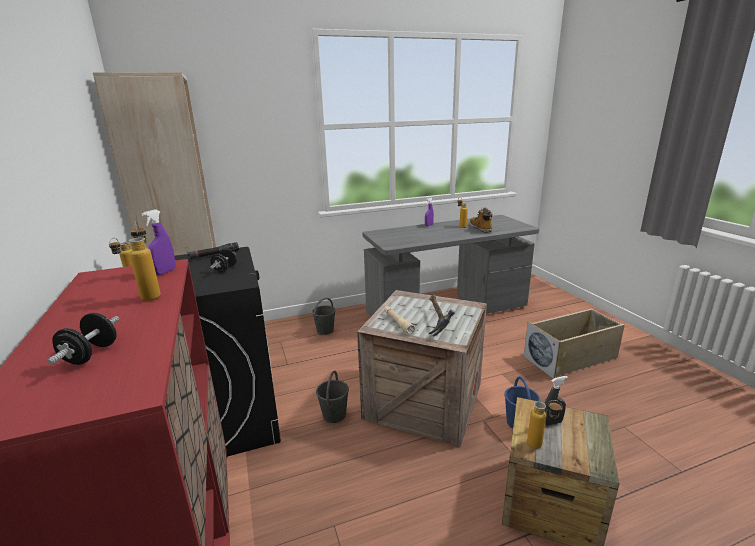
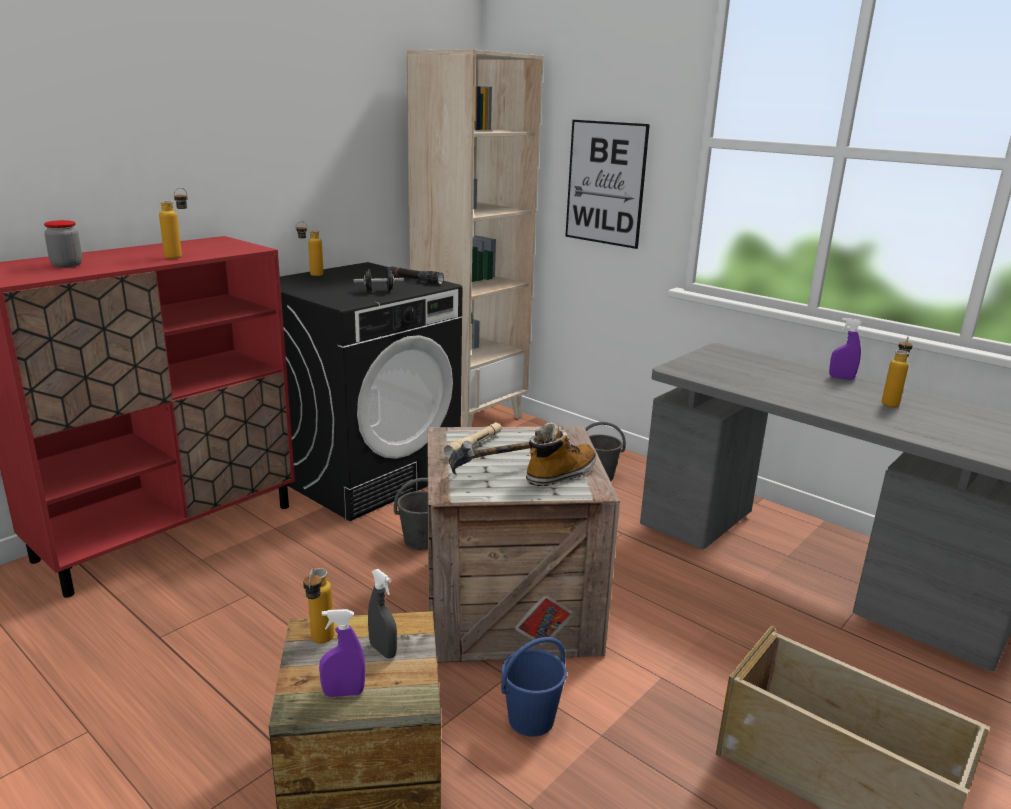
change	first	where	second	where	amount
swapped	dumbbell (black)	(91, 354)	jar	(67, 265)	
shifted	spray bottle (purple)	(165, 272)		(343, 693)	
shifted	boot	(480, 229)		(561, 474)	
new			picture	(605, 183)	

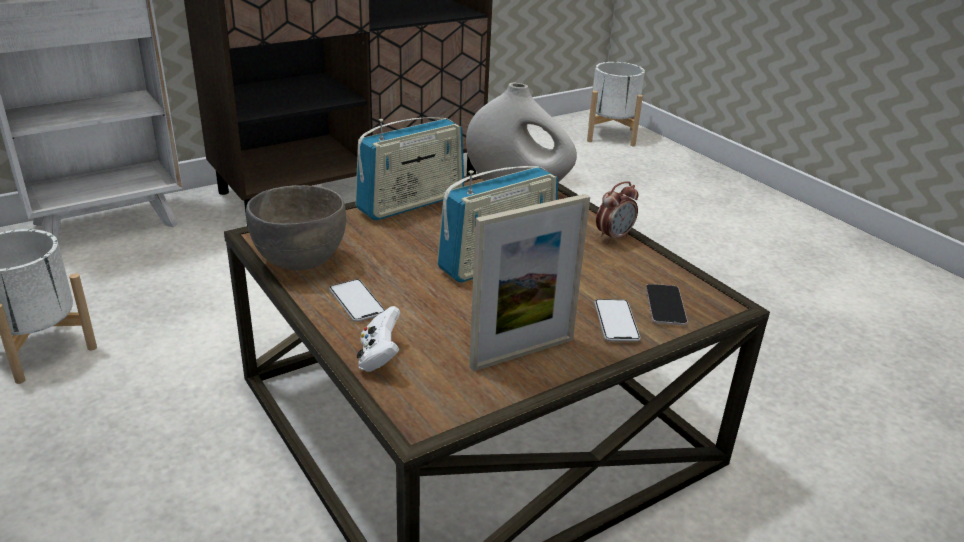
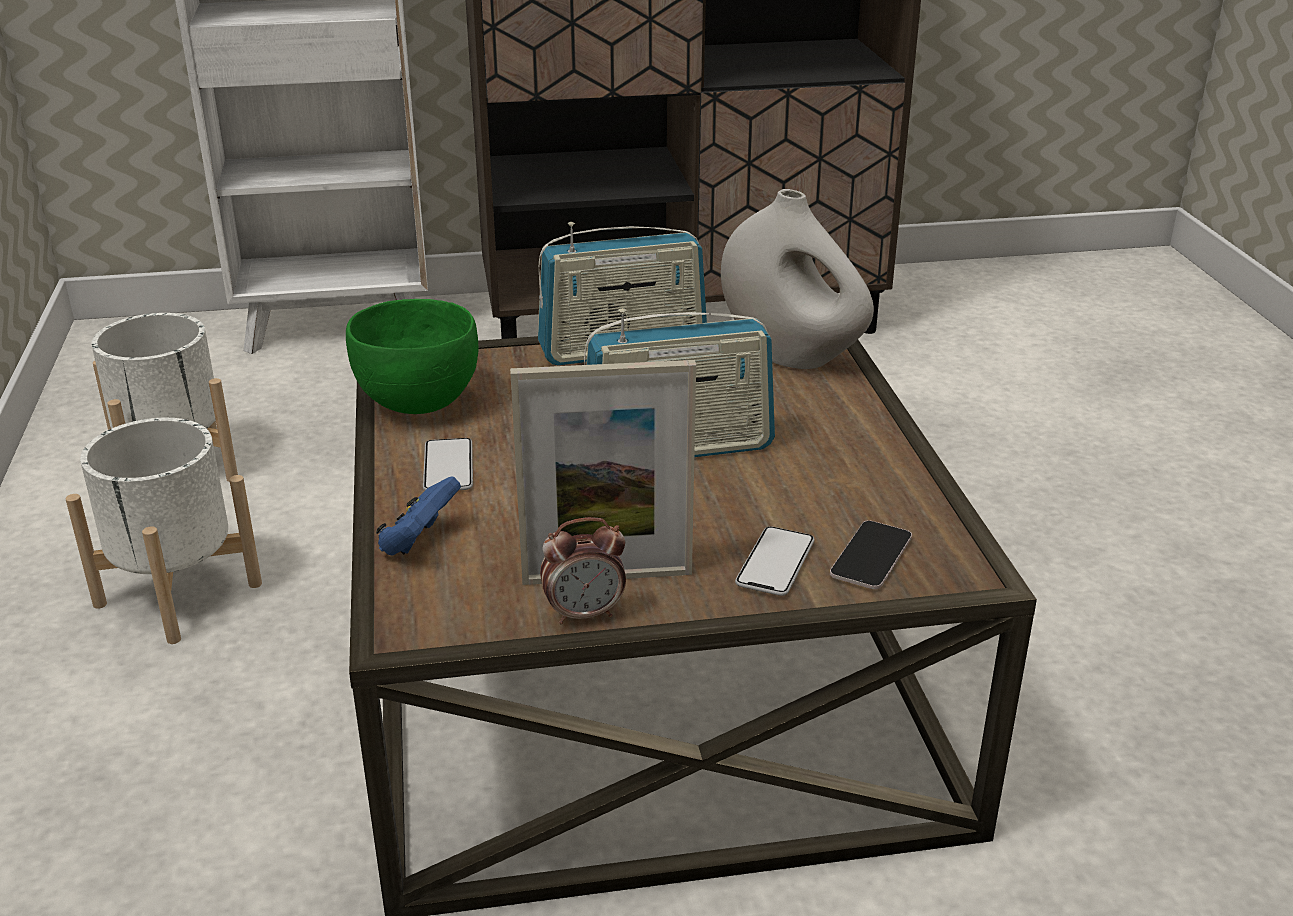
change	first	where	second	where	amount
repainted	bowl (grey)	(301, 261)	bowl (green)	(419, 403)	
repainted	game controller (white)	(379, 357)	game controller (blue)	(419, 541)	
shifted	planter (white)	(610, 135)		(178, 594)	
shifted	alarm clock	(614, 237)		(584, 614)	

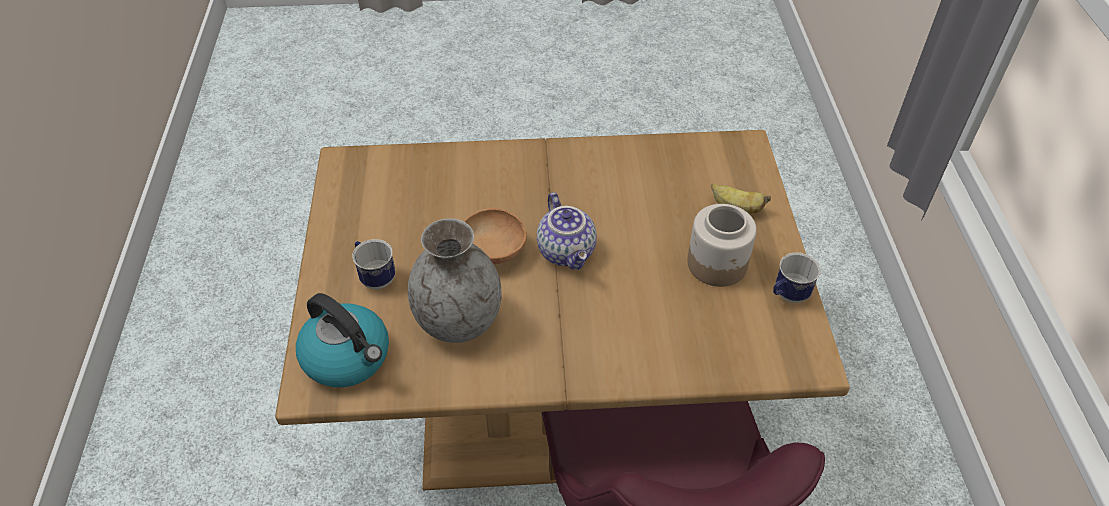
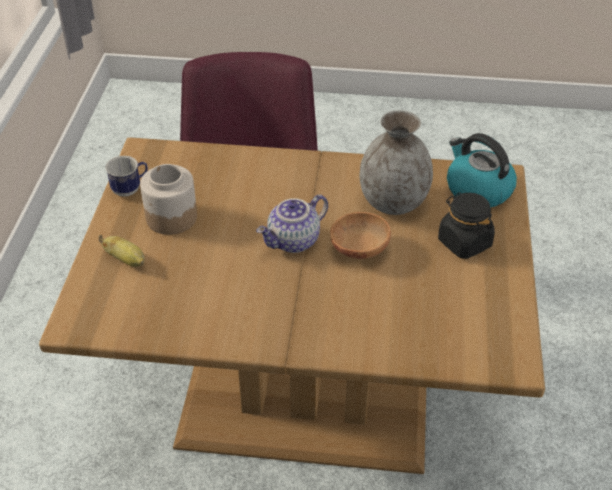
change	first	where	second	where	amount
swapped	mug	(375, 276)	jar (black)	(464, 242)	
rotated	teapot	(568, 252)		(294, 242)	120 degrees counterclockwise

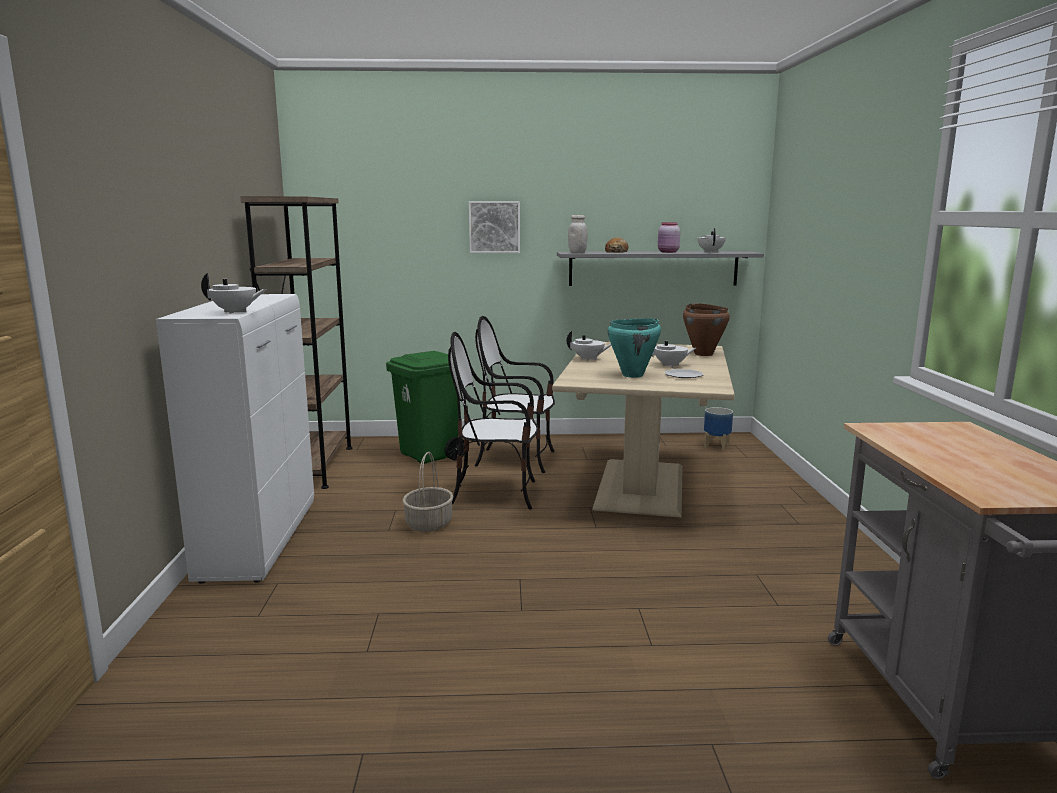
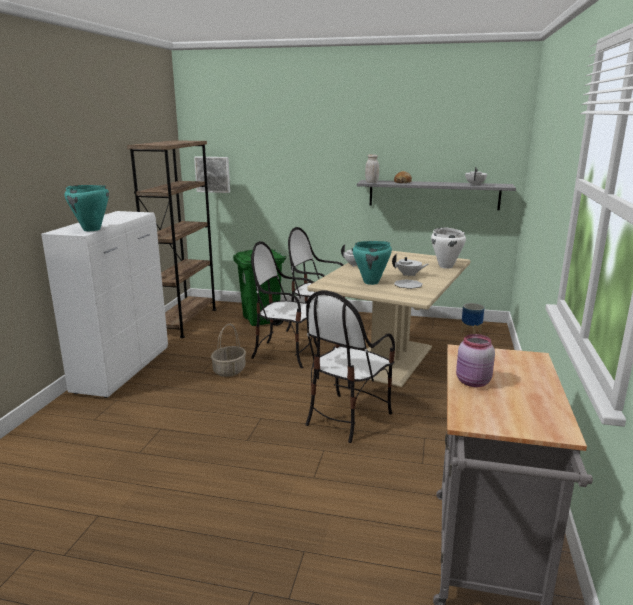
change	first	where	second	where	amount
swapped	teapot (white)	(235, 312)	cooking pot (turquoise)	(91, 229)	
shifted	picture	(494, 227)		(213, 174)	
shifted	jar (pink)	(668, 252)		(472, 382)	
repainted	cooking pot (brown)	(703, 354)	cooking pot (white)	(446, 266)	
new			chair	(347, 417)	

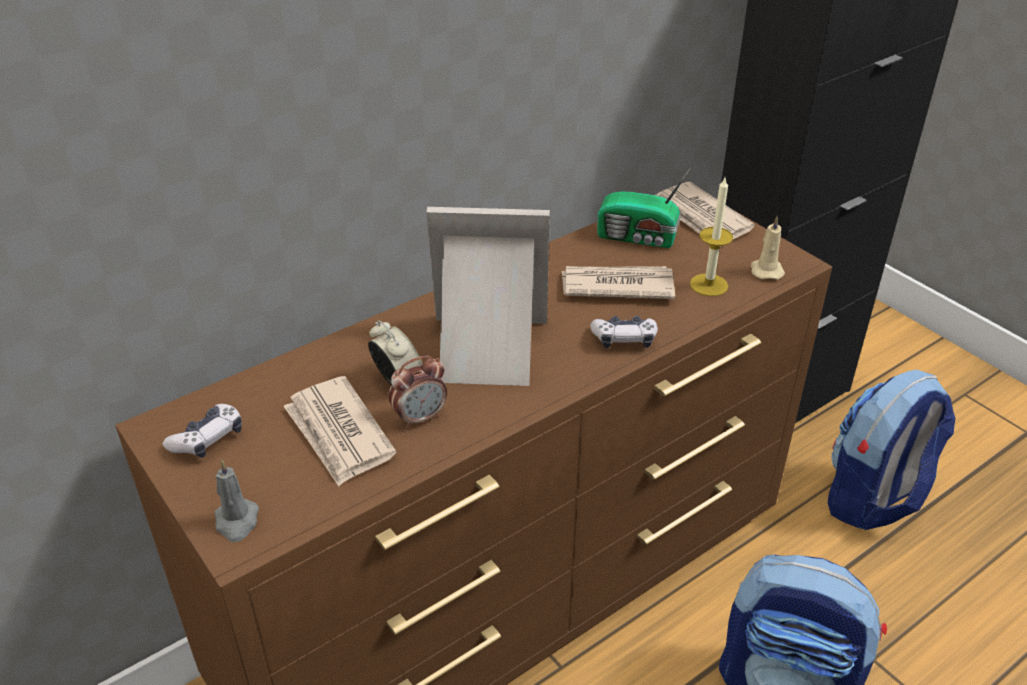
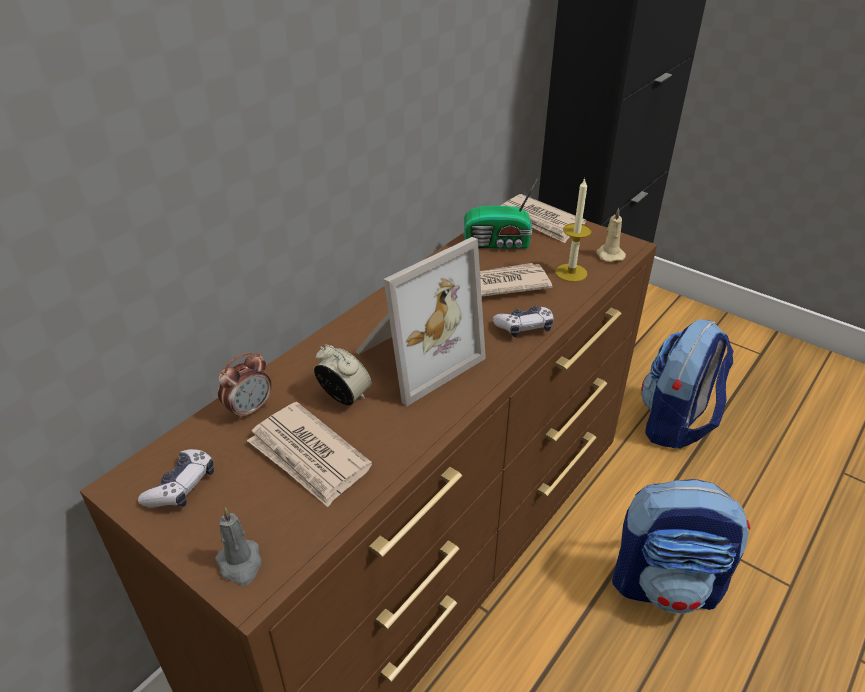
change	first	where	second	where	amount
shifted	alarm clock	(420, 417)		(249, 410)	
rotated	picture frame	(487, 351)		(414, 357)	150 degrees clockwise

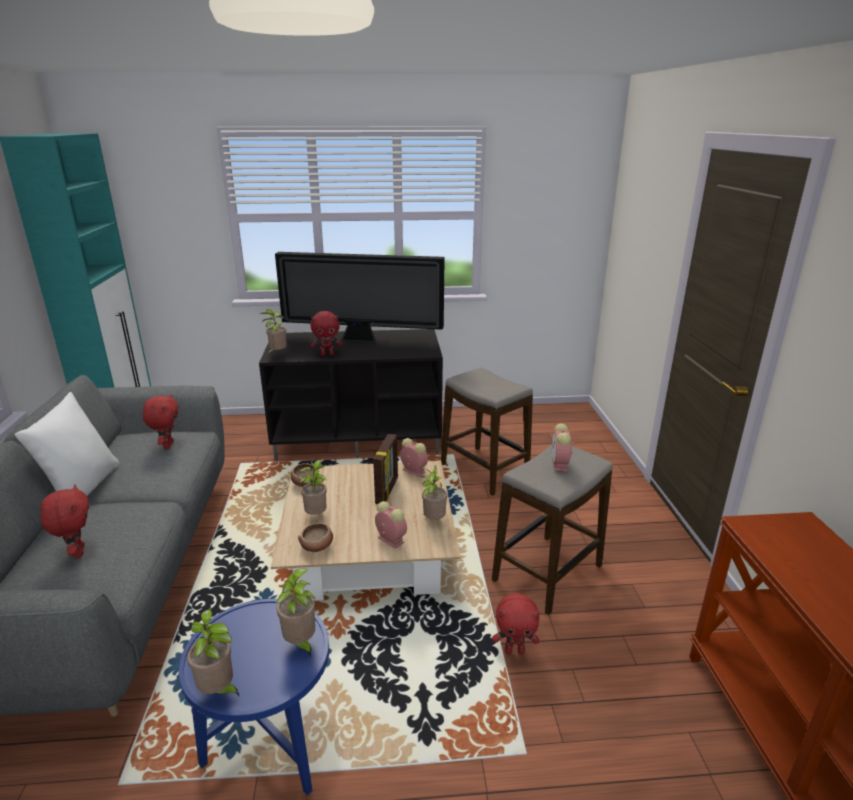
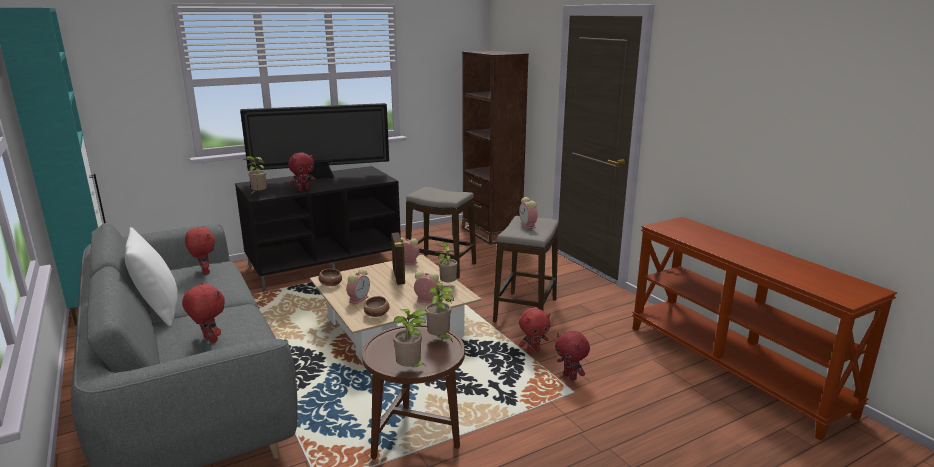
change	first	where	second	where	amount
repainted	side table (blue)	(272, 751)	side table (brown)	(416, 438)	
swapped	potted plant	(317, 515)	alarm clock	(359, 299)	
new			bookcase (brown)	(491, 233)	
new			plush toy (red)	(570, 377)	

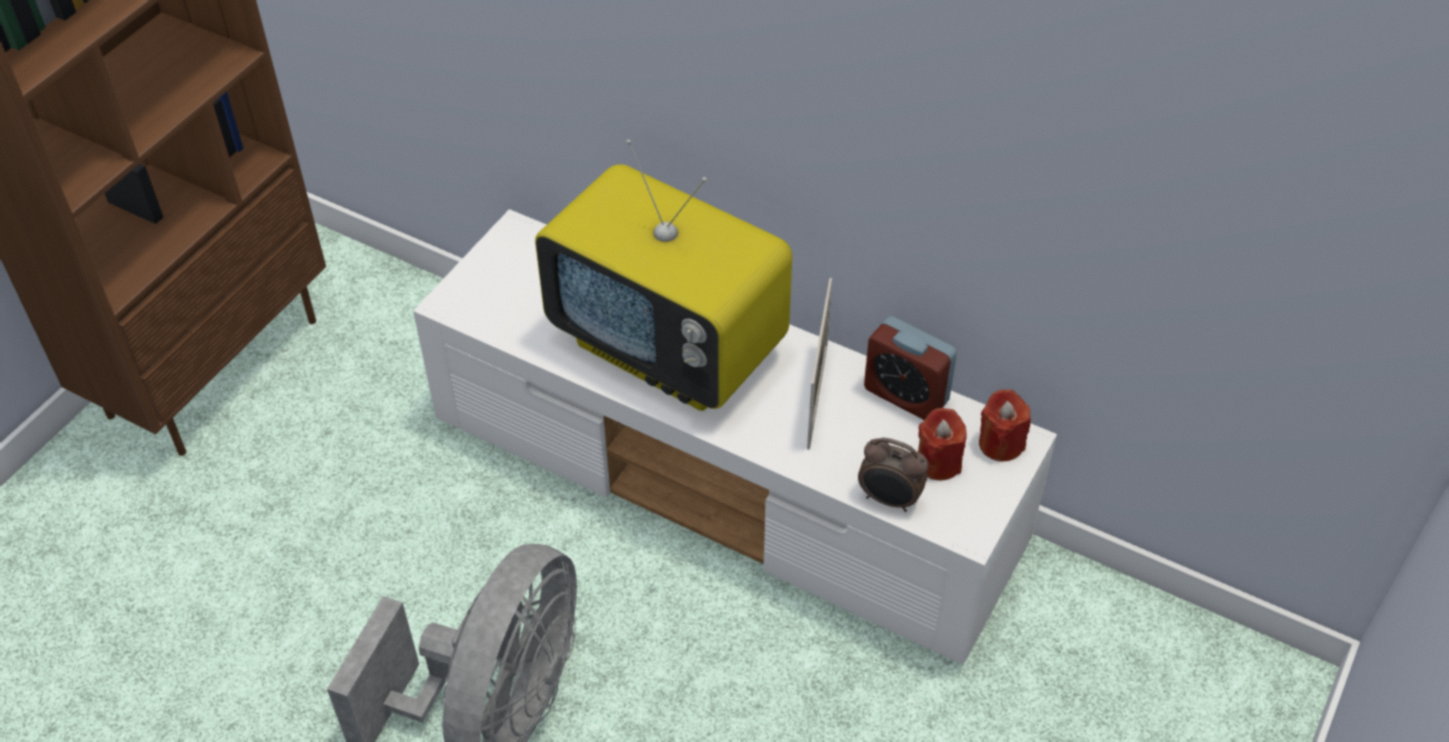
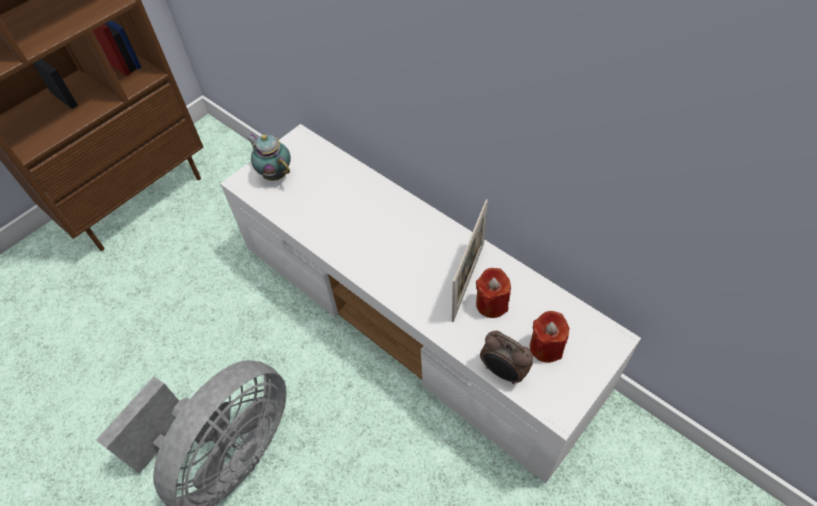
change	first	where	second	where	amount
gone	television	(671, 348)			
gone	alarm clock	(906, 395)			
shifted	candle (red)	(1000, 444)		(491, 304)	
new			teapot	(275, 173)	

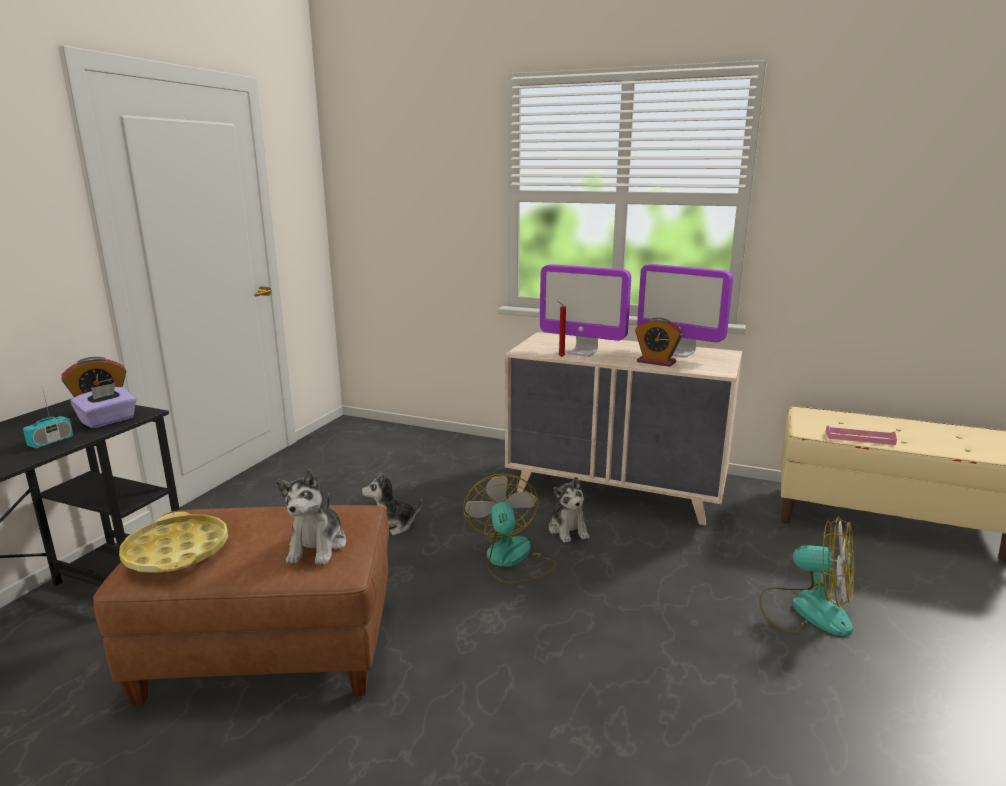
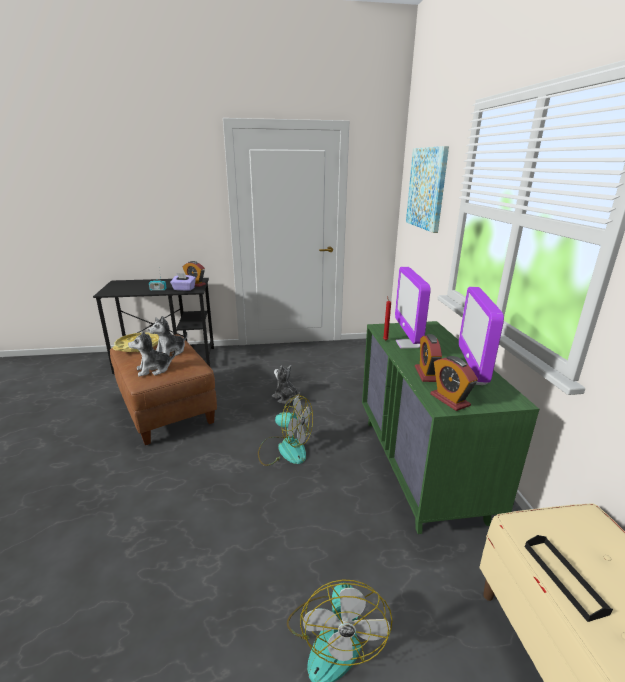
change	first	where	second	where	amount
rotated	fan	(511, 560)		(285, 449)	60 degrees clockwise
repainted	dresser (beige)	(617, 490)	dresser (green)	(420, 467)	
shifted	plush toy	(568, 530)		(170, 352)	
repainted	tray (pink)	(859, 438)	tray (black)	(563, 578)	
new			picture	(427, 188)	
new			alarm clock	(449, 400)	

